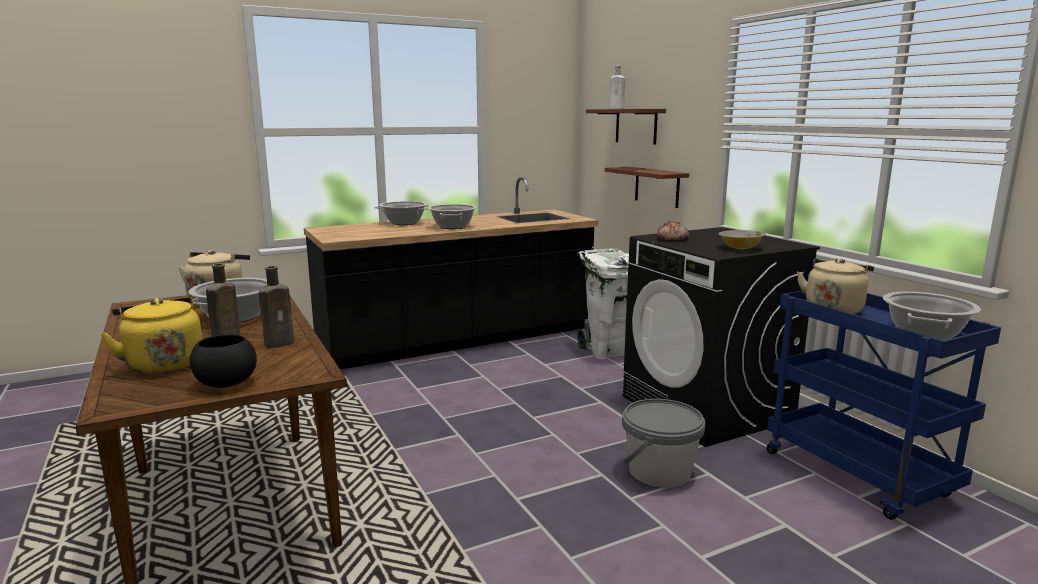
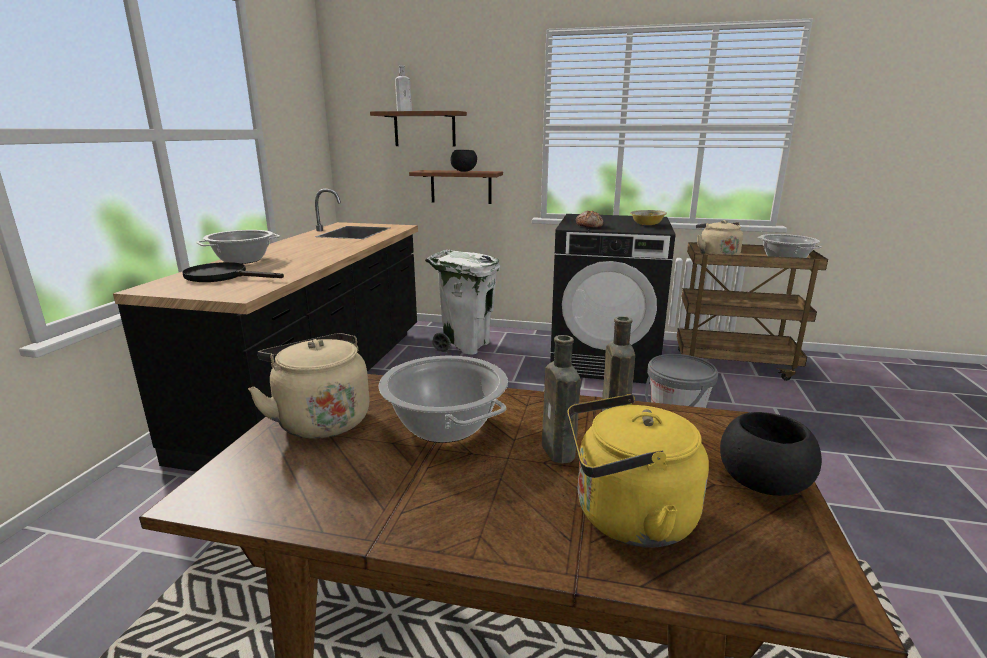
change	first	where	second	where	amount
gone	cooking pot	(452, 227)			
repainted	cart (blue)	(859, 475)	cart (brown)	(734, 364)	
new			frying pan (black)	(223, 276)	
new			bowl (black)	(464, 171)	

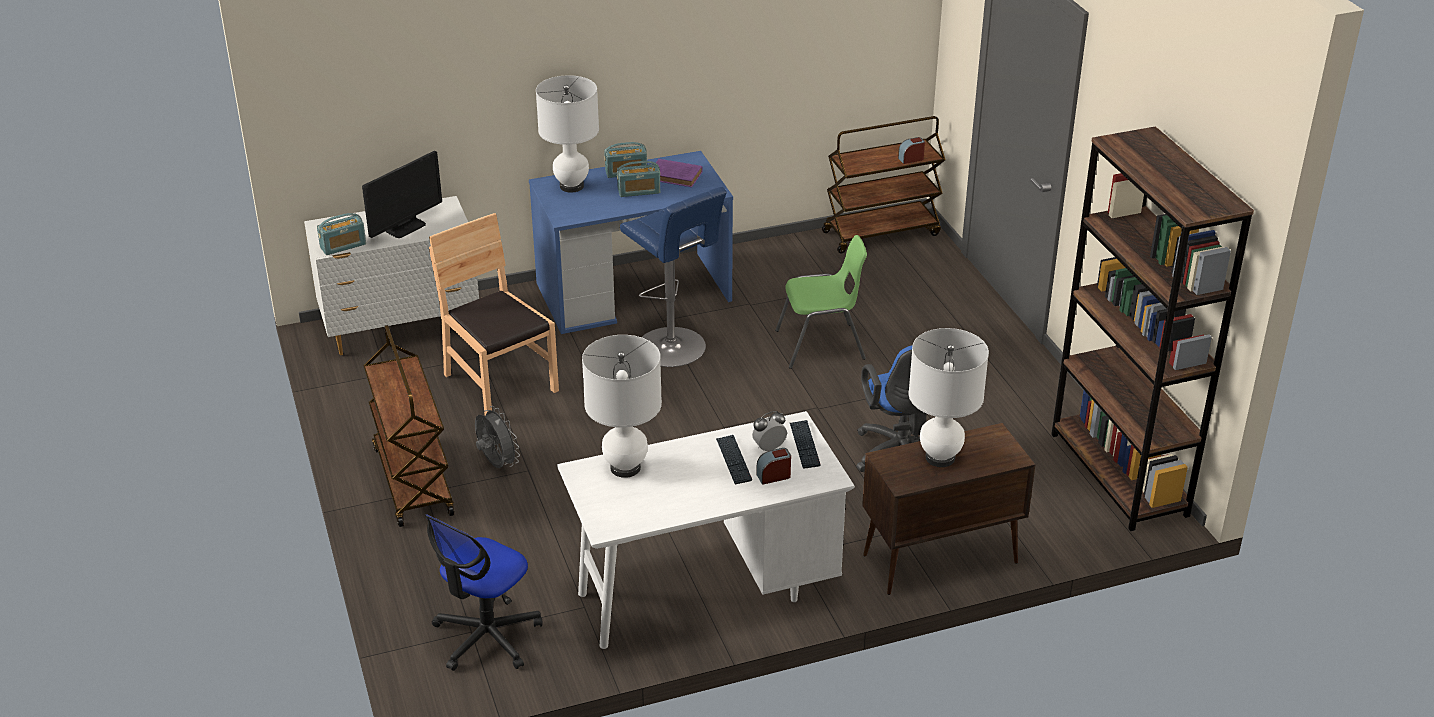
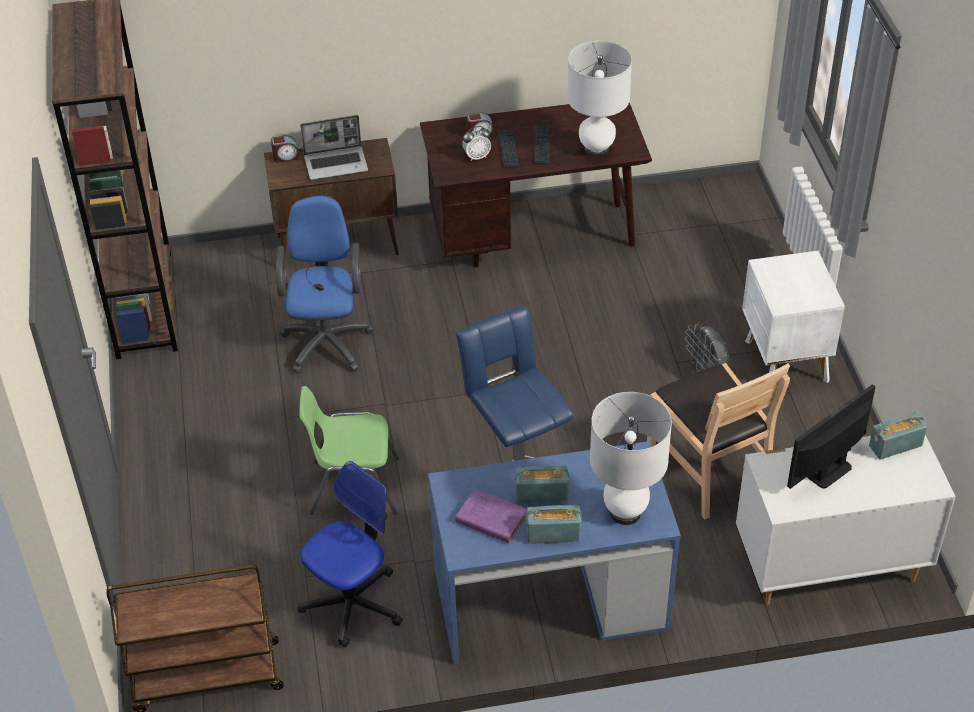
change	first	where	second	where	amount
swapped	cart (brown)	(412, 480)	nightstand (white)	(785, 362)	
shifted	office chair	(486, 637)		(352, 603)	
repainted	desk (white)	(705, 593)	desk (brown)	(534, 236)	
shifted	keyboard	(804, 445)		(541, 145)	
shifted	alarm clock	(911, 159)		(285, 157)	
swapped	table lamp (white)	(940, 458)	laptop	(336, 164)	

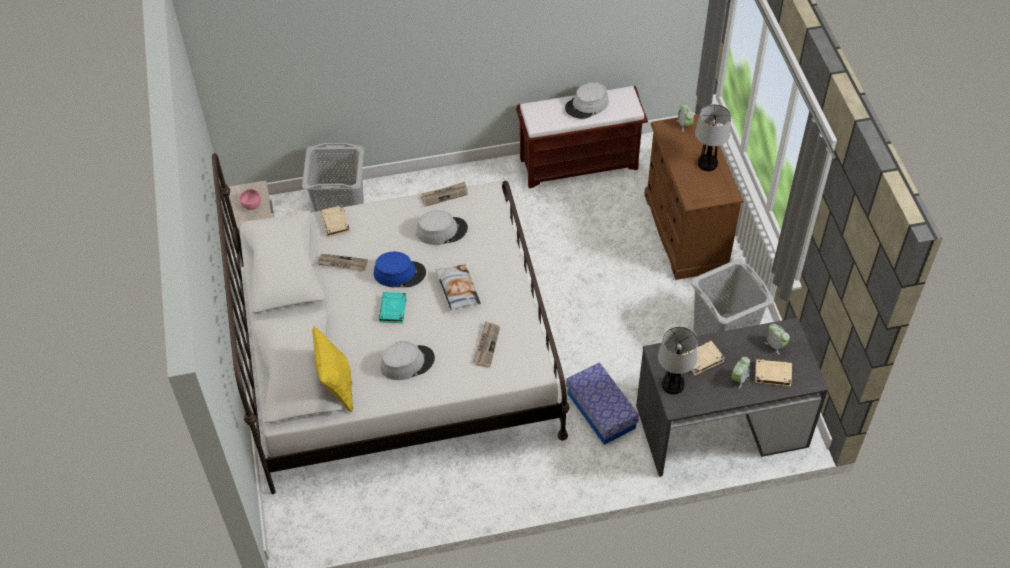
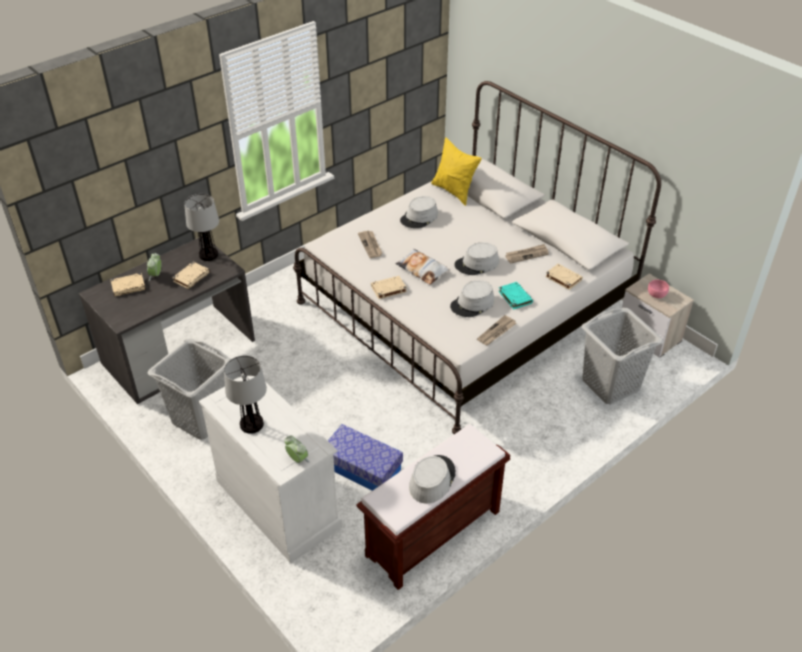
change	first	where	second	where	amount
repainted	hat (blue)	(399, 273)	hat (grey)	(477, 264)	
shifted	book (turquoise)	(393, 309)		(514, 297)	
shifted	storage box	(601, 411)		(362, 468)	
repainted	dresser (brown)	(685, 232)	dresser (white)	(278, 503)	
gone	alarm clock	(775, 345)			
new			book (beige)	(388, 289)	

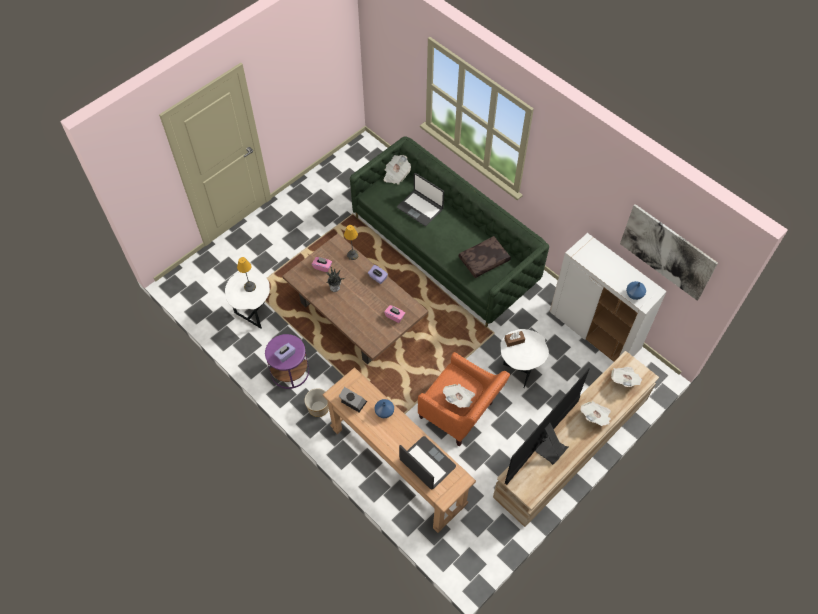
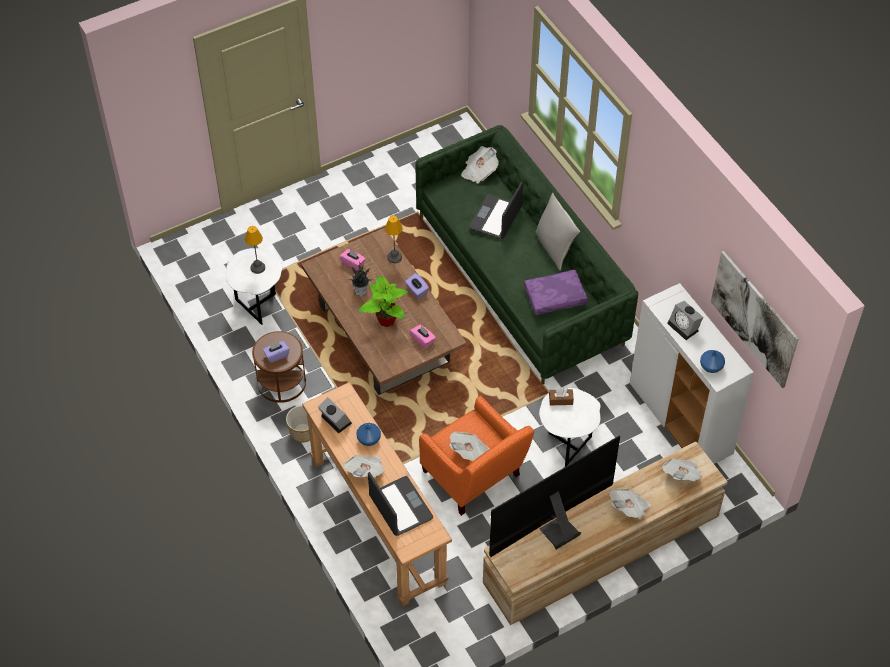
change	first	where	second	where	amount
repainted	side table (purple)	(289, 371)	side table (brown)	(281, 382)	
rotated	laptop	(420, 208)		(496, 218)	60 degrees clockwise
repainted	pillow (brown)	(484, 261)	pillow (purple)	(555, 298)	
new			newspaper	(365, 471)	
new			potted plant	(386, 320)	
new			pillow (grey)	(554, 248)	
new			alarm clock	(684, 327)	

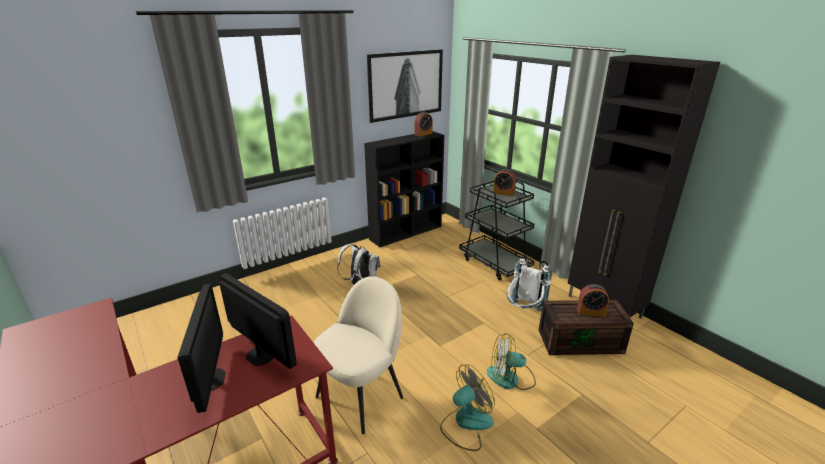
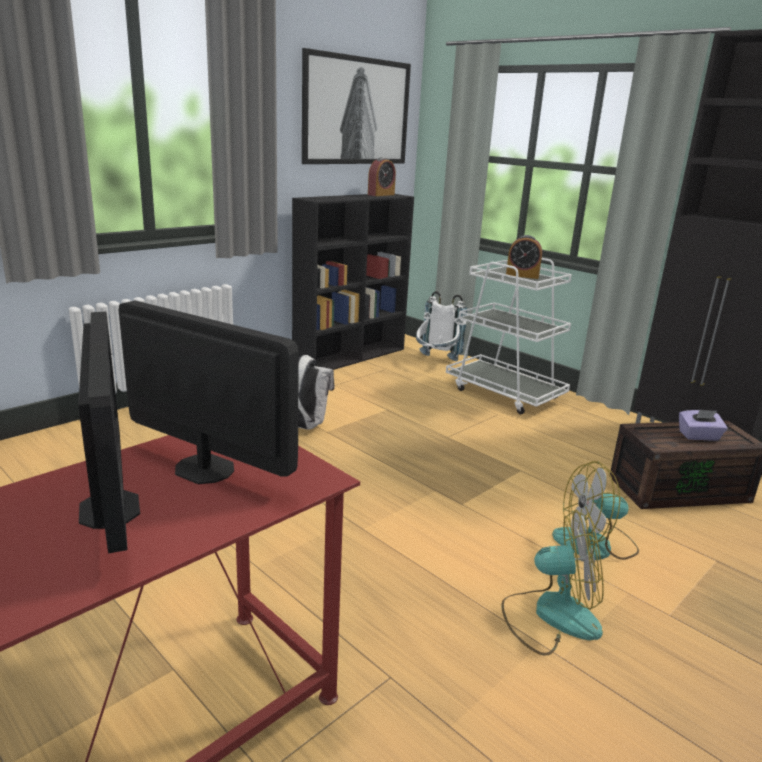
change	first	where	second	where	amount
gone	chair (beige)	(361, 395)			
rotated	fan	(466, 423)		(550, 616)	45 degrees clockwise
repainted	cart (black)	(494, 263)	cart (white)	(504, 393)	
shifted	backpack (white)	(523, 312)		(436, 362)	
swapped	alarm clock	(590, 312)	tissue box (purple)	(699, 436)	

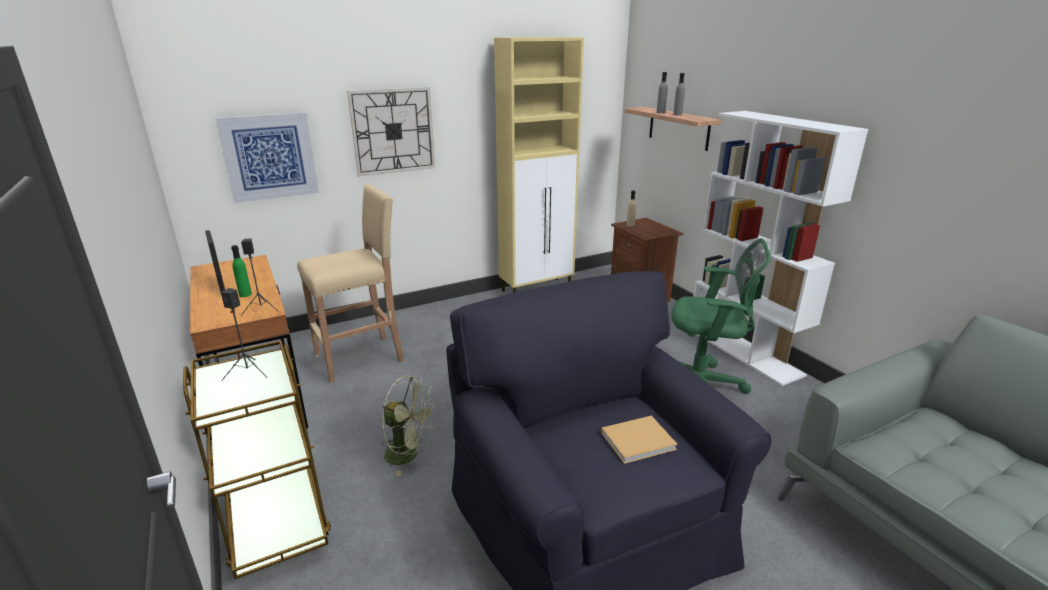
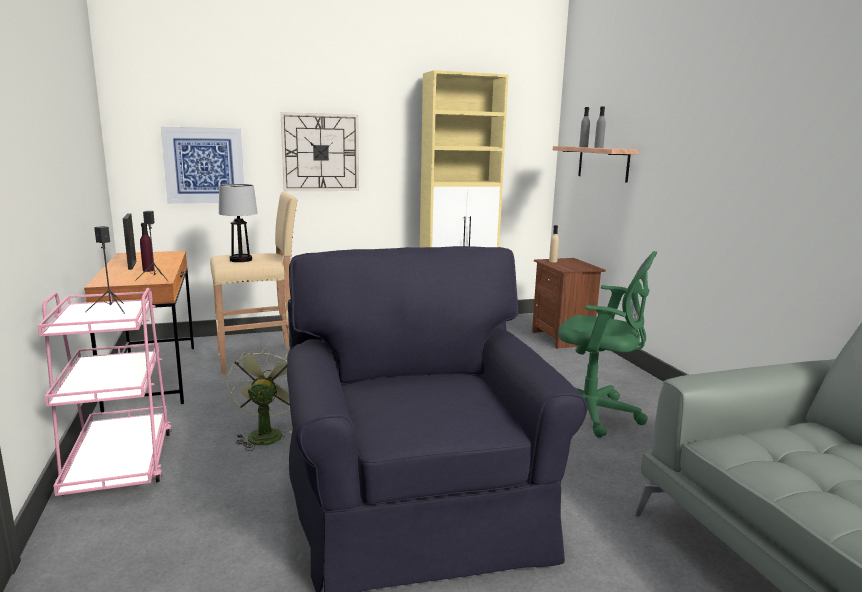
change	first	where	second	where	amount
repainted	cart (brown)	(276, 517)	cart (pink)	(120, 464)	
repainted	bottle (green)	(245, 294)	bottle (purple)	(148, 270)	
rotated	fan (green)	(409, 455)		(265, 433)	120 degrees counterclockwise
gone	book (beige)	(640, 440)			
gone	bookcase (white)	(744, 351)			
new			table lamp	(241, 260)	

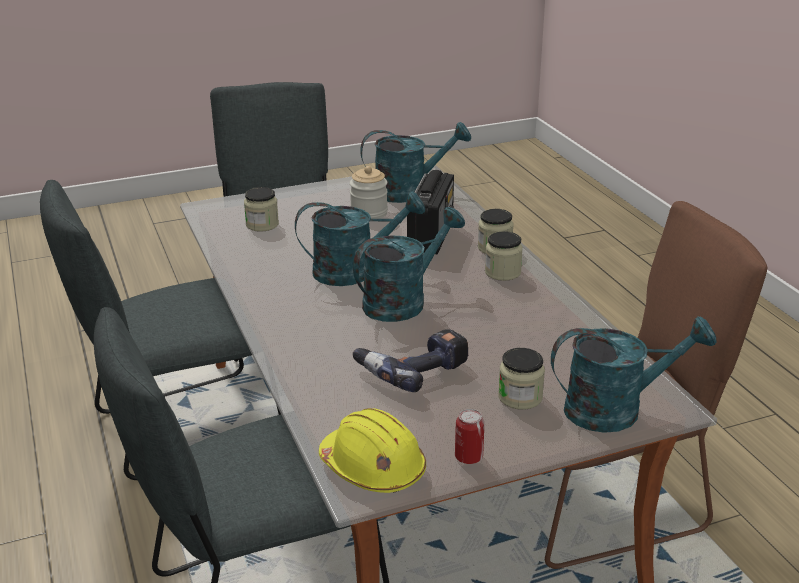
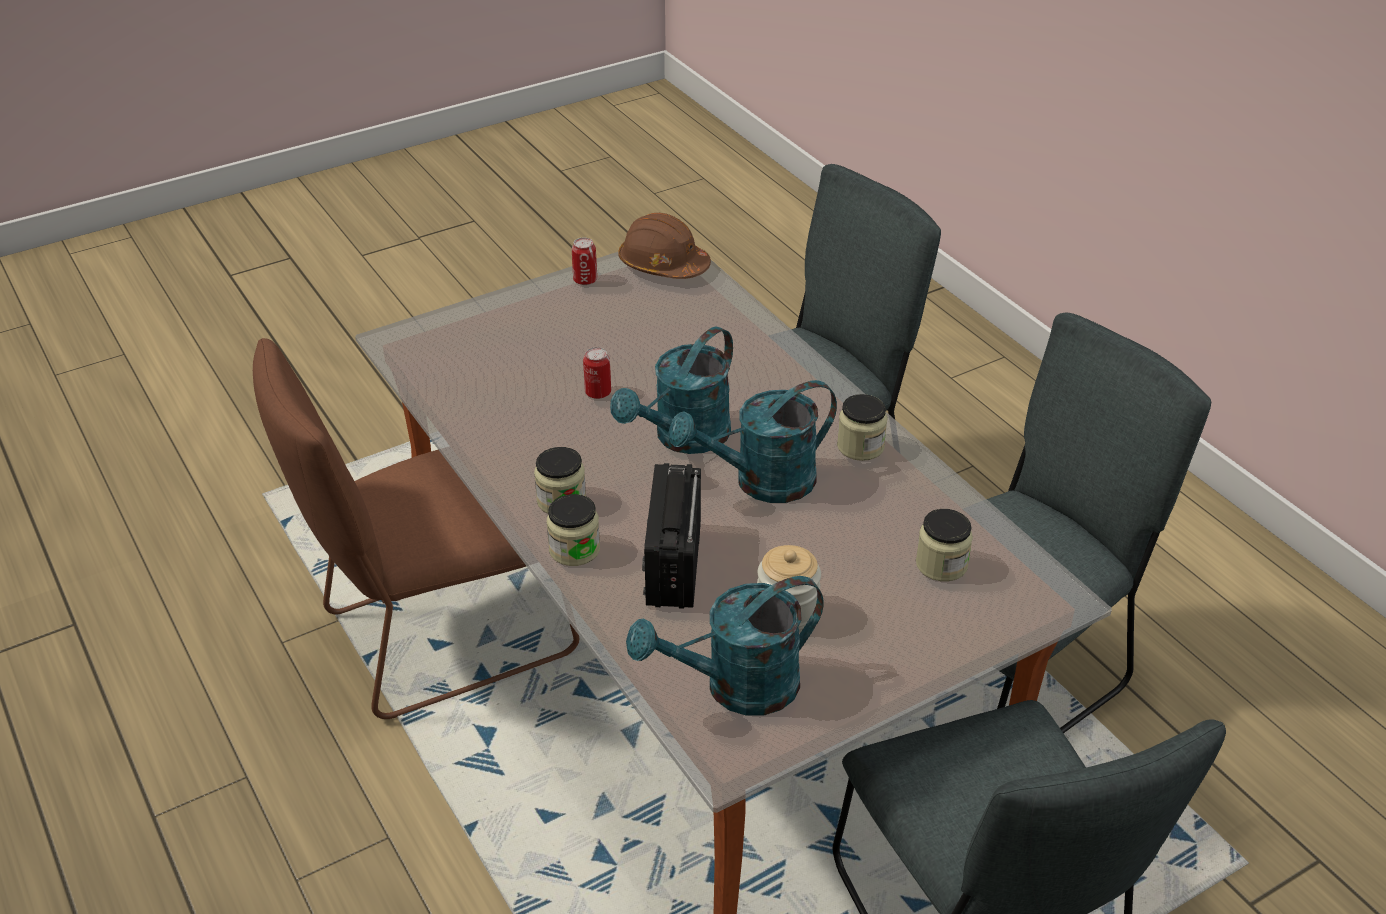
change	first	where	second	where	amount
repainted	hard hat (yellow)	(373, 468)	hard hat (brown)	(663, 265)	
gone	power drill	(412, 369)			
shifted	jar	(520, 397)		(860, 446)	
gone	watering can (turquoise)	(616, 409)			
new			can	(598, 392)	

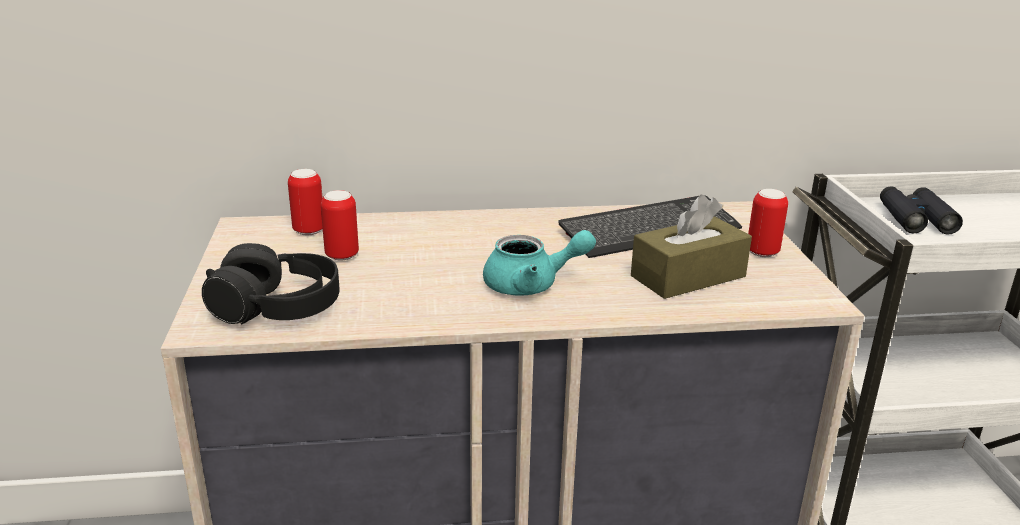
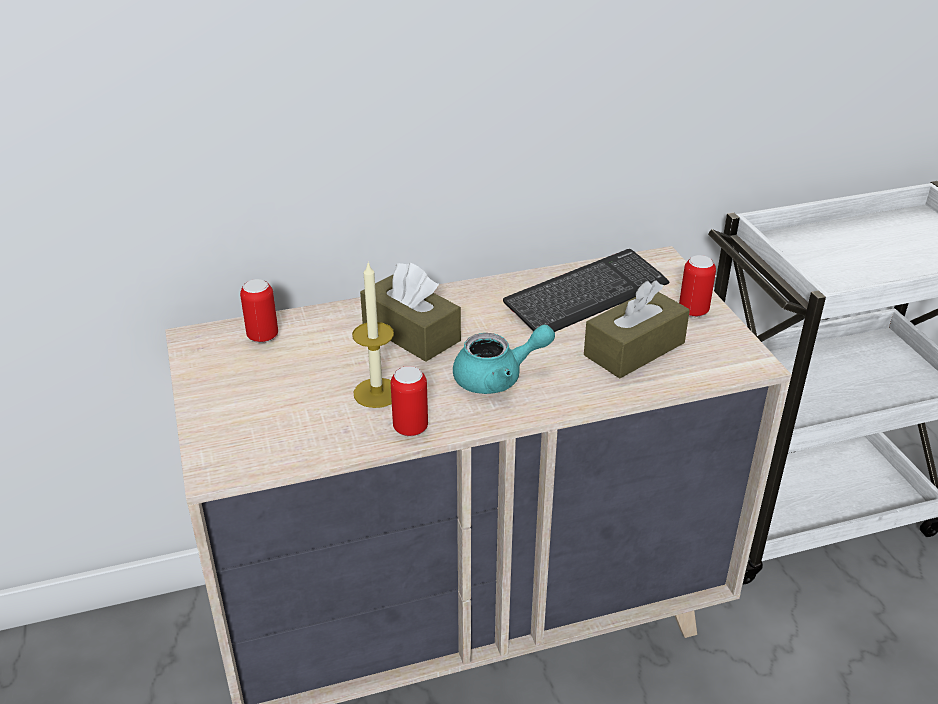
change	first	where	second	where	amount
gone	headphones (black)	(277, 307)			
shifted	can	(342, 255)		(410, 428)	
gone	binoculars (black)	(915, 219)			
new			candle	(377, 393)	
new			tissue box (brown)	(411, 333)	

